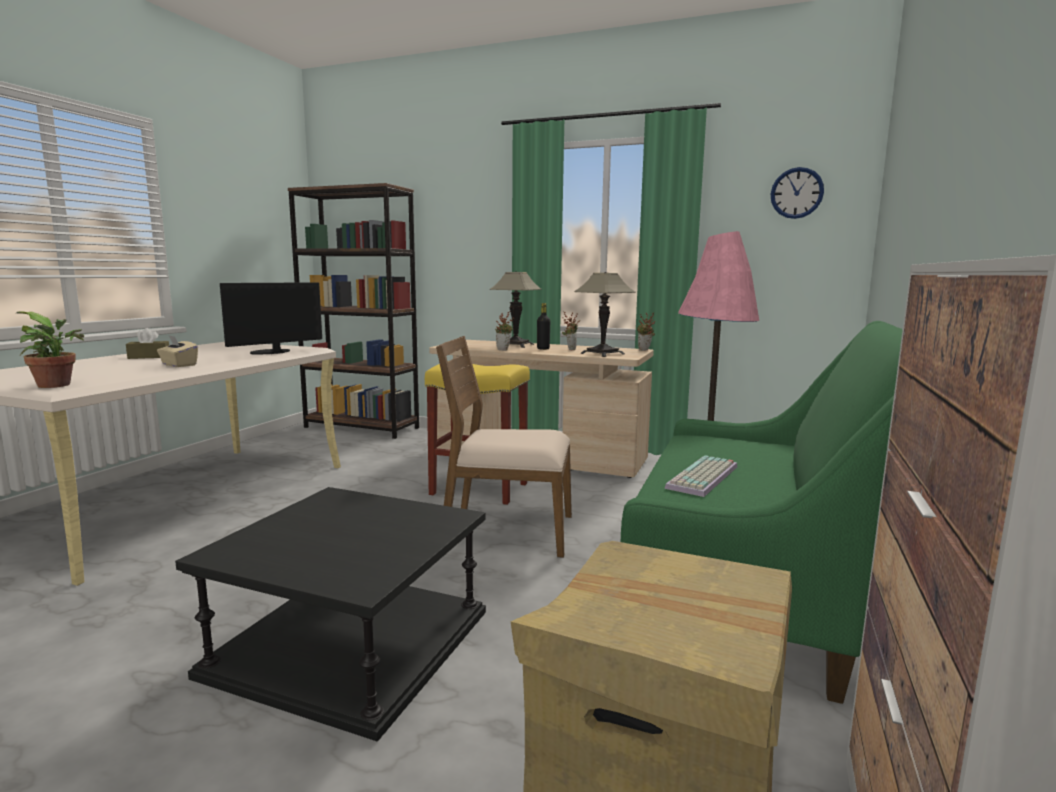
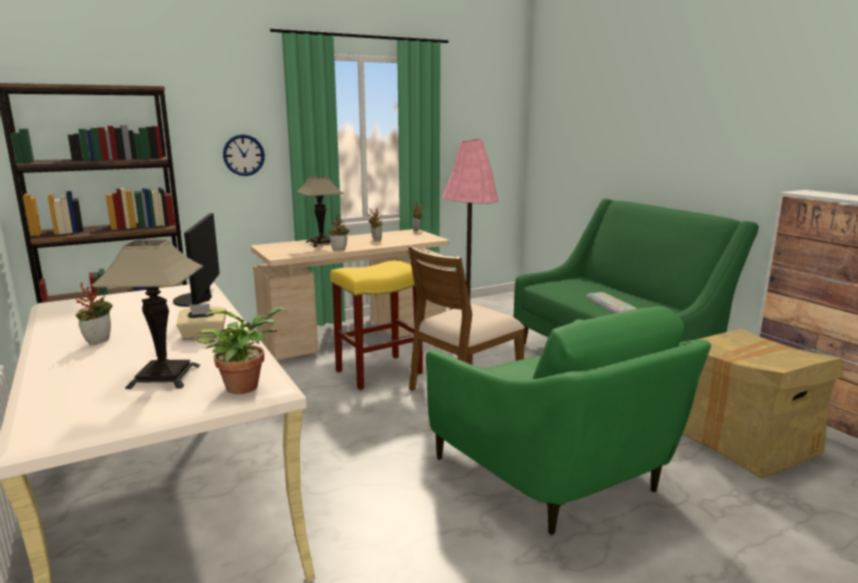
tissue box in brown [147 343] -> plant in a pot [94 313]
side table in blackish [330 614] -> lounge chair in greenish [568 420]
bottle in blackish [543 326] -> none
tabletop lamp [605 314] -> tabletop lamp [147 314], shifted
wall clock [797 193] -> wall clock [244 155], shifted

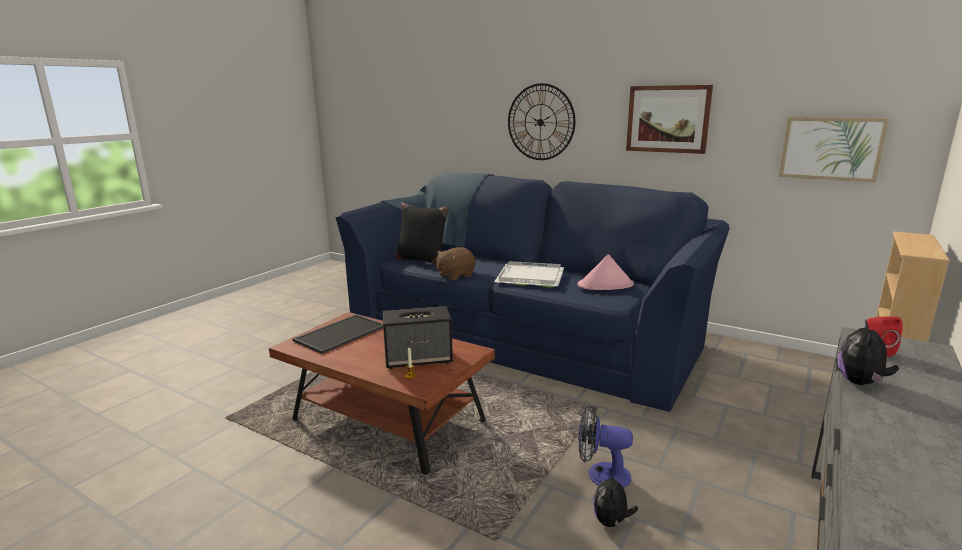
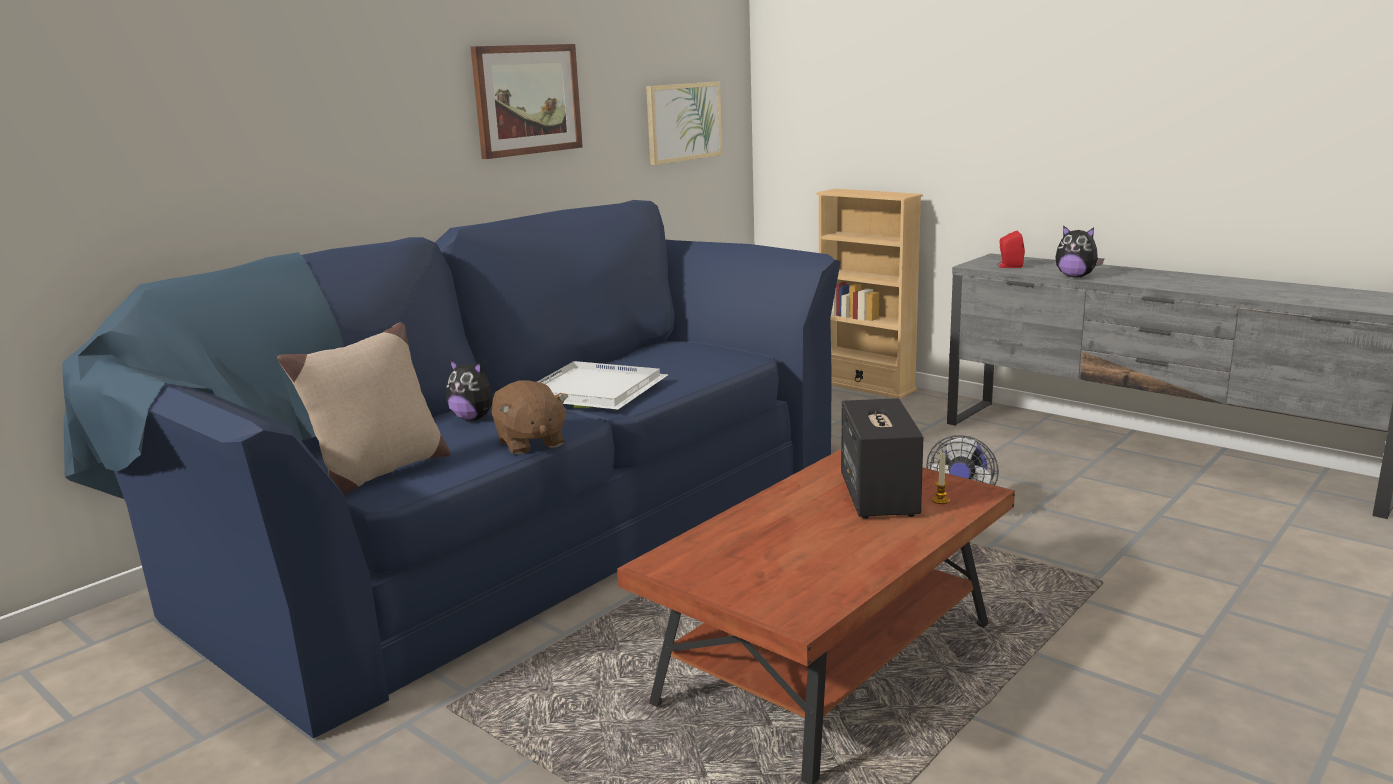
carrying tray [337 334] -> none
cushion in blackish [422 233] -> cushion in beige-coloured [364 408]
wall clock [541 121] -> none
wearable hat in pink-coloured [606 272] -> none
soft toy [615 500] -> soft toy [470 390], shifted

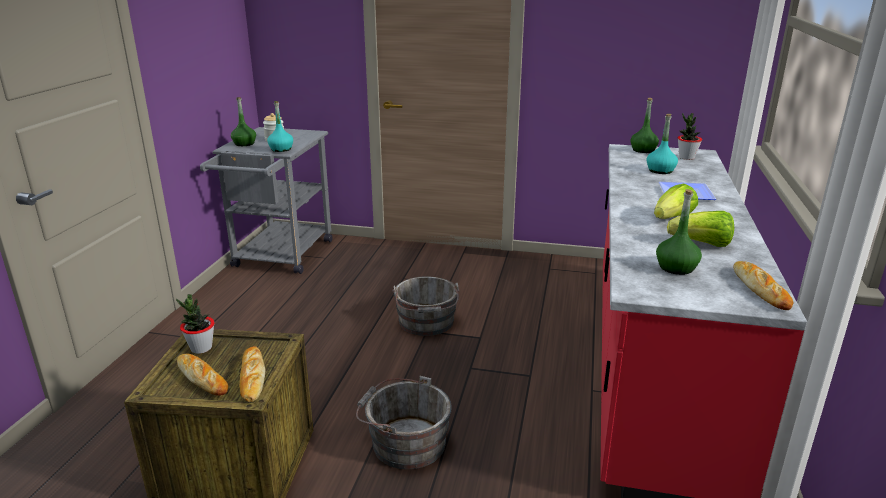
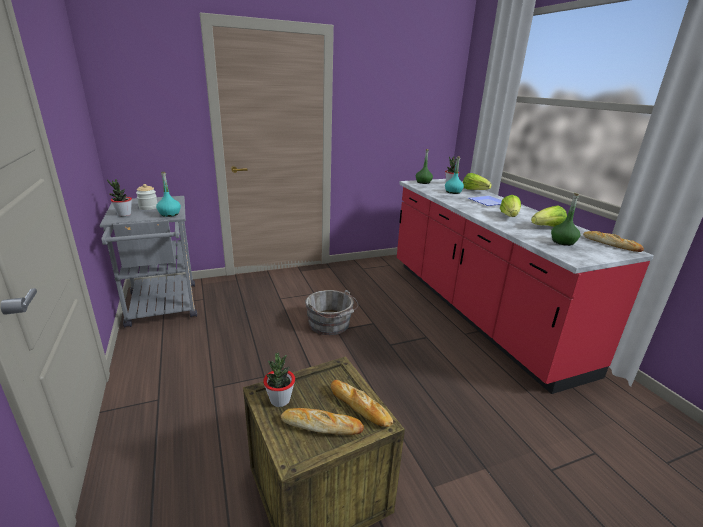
bottle in greenish [243 121] -> plant in a pot [119 197]
pail in gray [404 422] -> none
none -> head of lettuce [477 181]

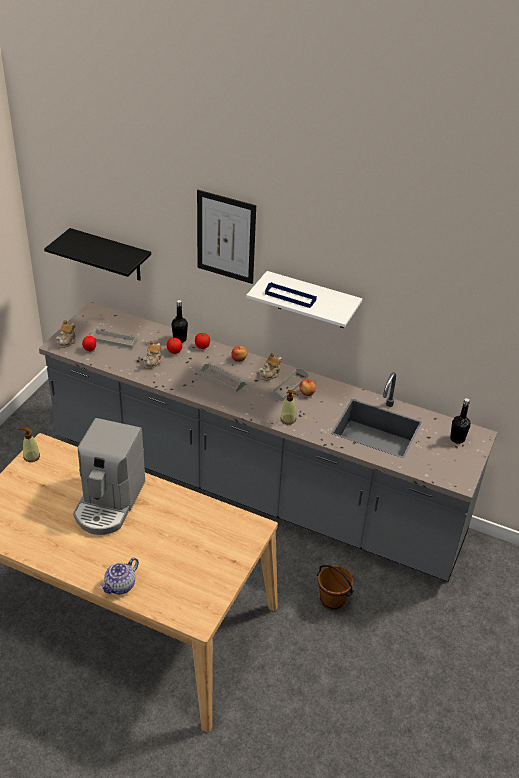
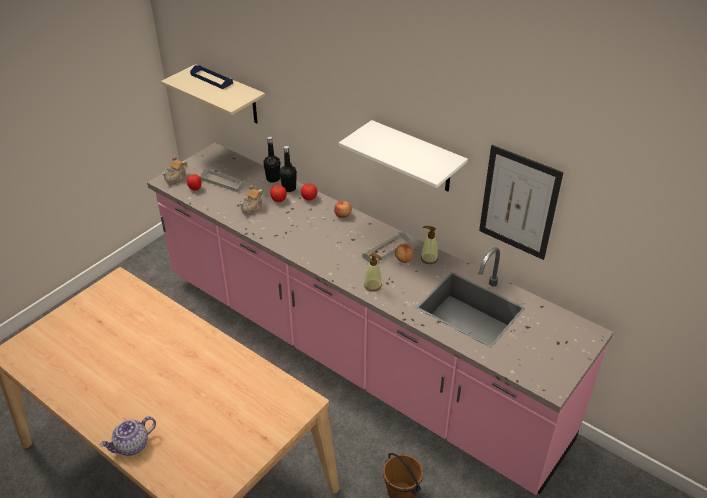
liquid soap bottle [29 444] -> liquid soap bottle [429 245], shifted
kitchen base unit in gray [268 441] -> kitchen base unit in pink-coloured [380 319]
bracket shelf in blackish [97 254] -> bracket shelf in beige-coloured [213 94]
coffee machine [109 476] -> none
wall art [226 237] -> wall art [521 202], shifted
carrying tray in gray [222 377] -> none
tea pot [271 367] -> none
carrying tray in blue-coloured [291 295] -> carrying tray in blue-coloured [211 77], shifted
bottle in blackish [460 421] -> bottle in blackish [271 160], shifted

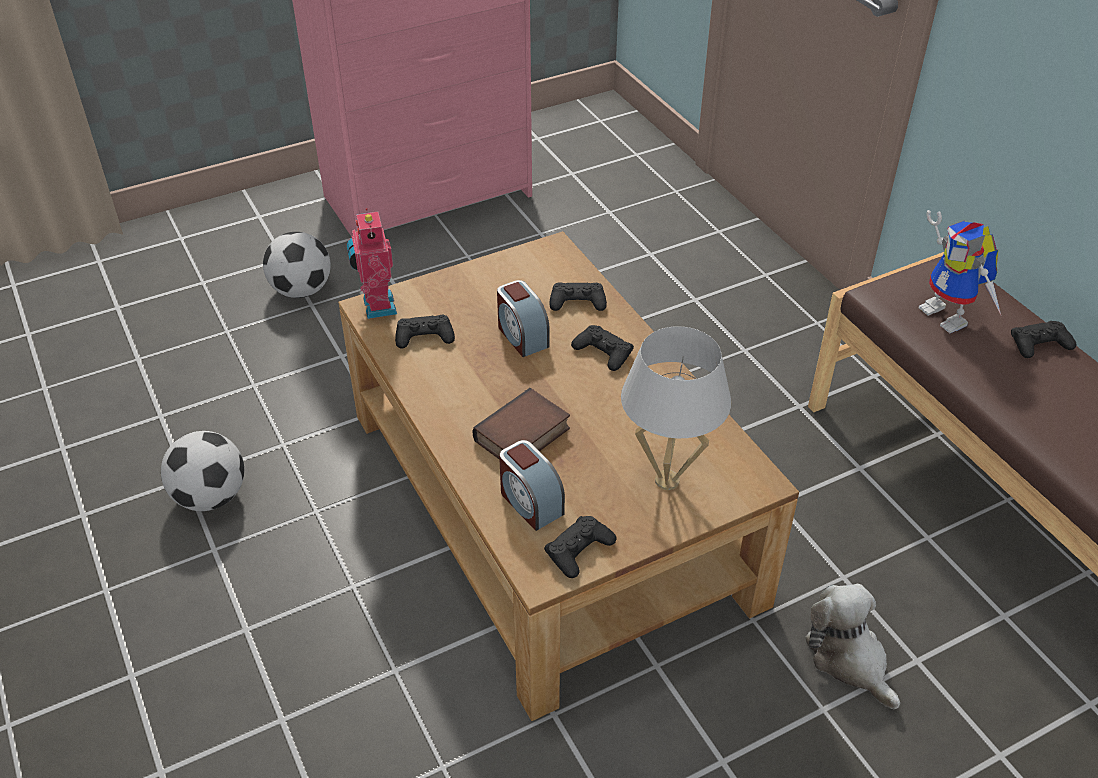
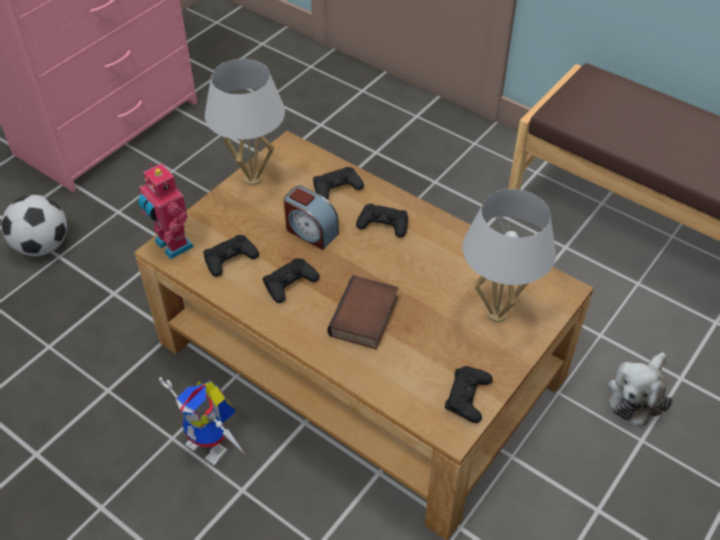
ball for football [202 471] -> none
alarm clock [532 485] -> none
soft toy [852 646] -> soft toy [640 389], 90 degrees counterclockwise
toy robot [960 271] -> toy robot [201 421], shifted
game controller in blackish [1044 339] -> game controller in blackish [291 280], shifted
none -> tabletop lamp in white [245 122]

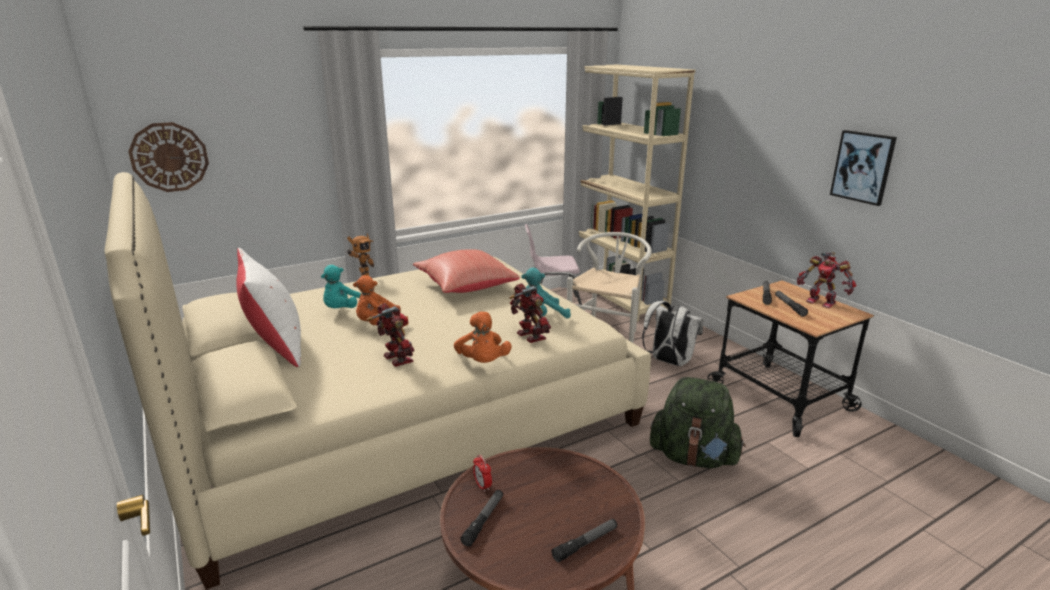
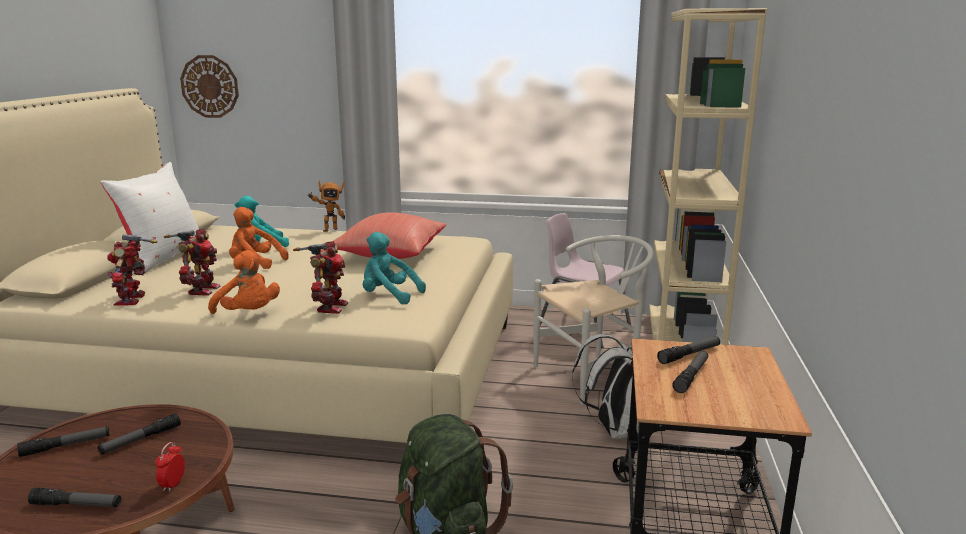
soft toy in orange-coloured [483 337] -> soft toy in orange-coloured [244 282], 75 degrees counterclockwise
alarm clock [482 473] -> alarm clock [170 467], shifted
toy robot [826 280] -> toy robot [132 270], shifted
wall art [863 168] -> none
none -> hand torch [139 434]

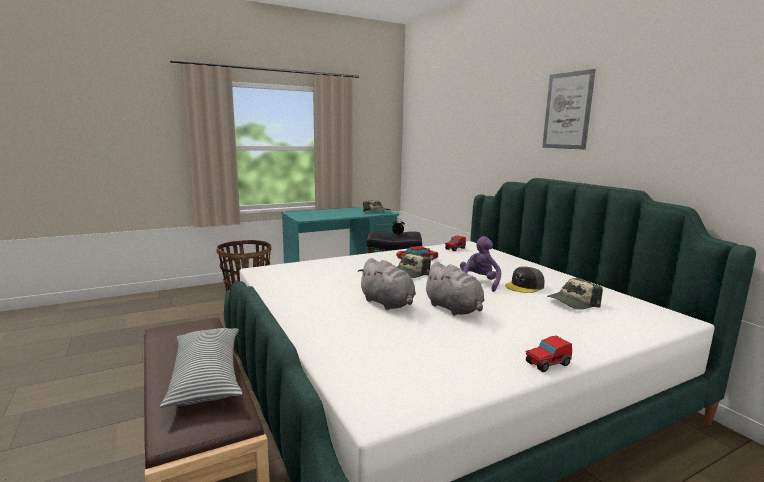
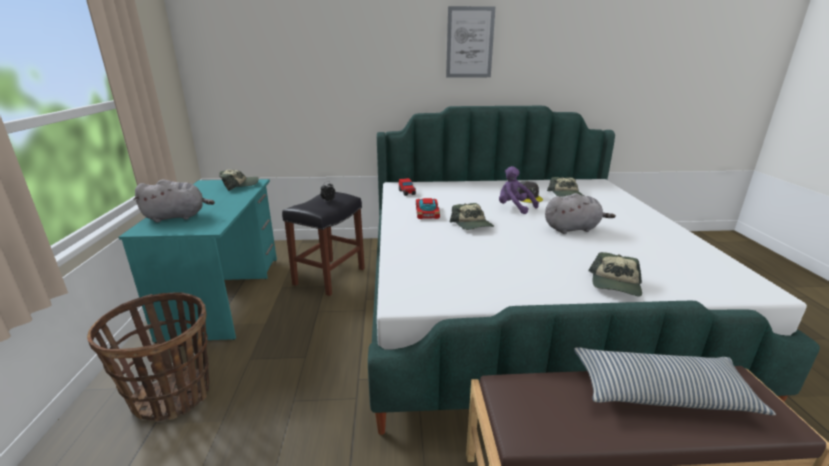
soft toy in gray [387 284] -> soft toy in gray [174 200], shifted
toy car [549 354] -> none
none -> cap [615 274]

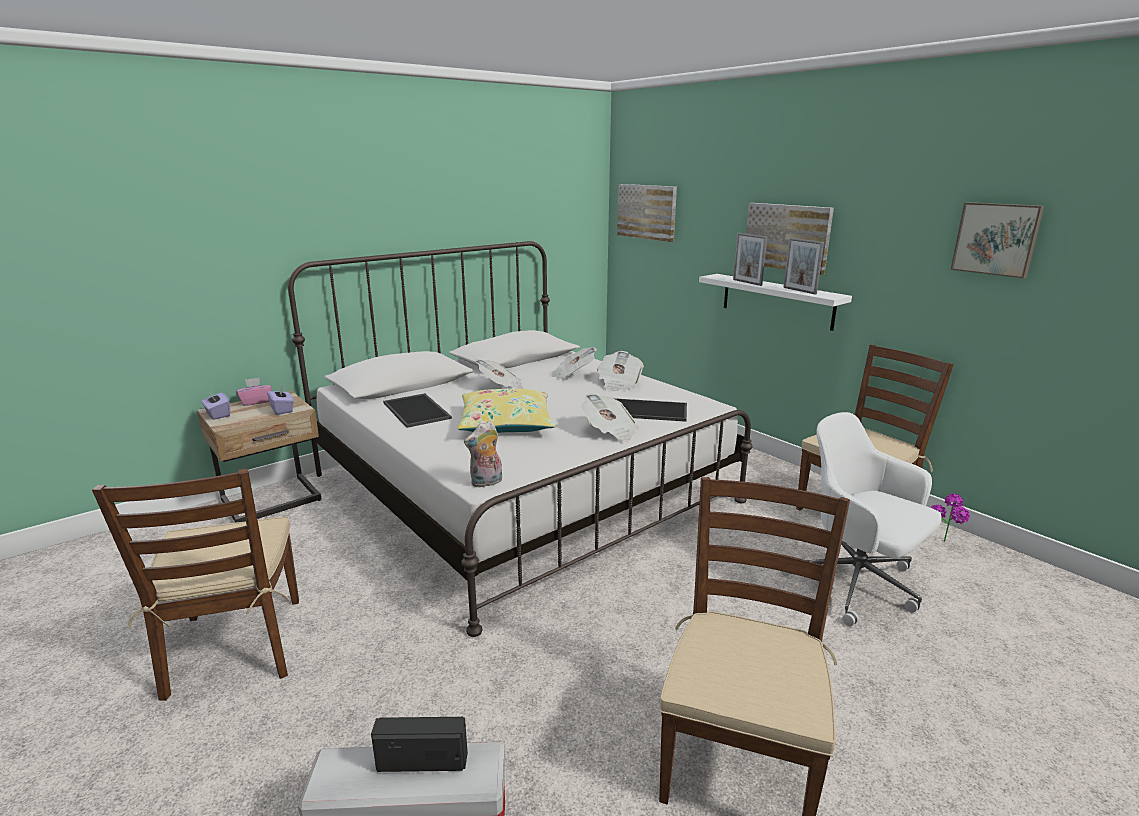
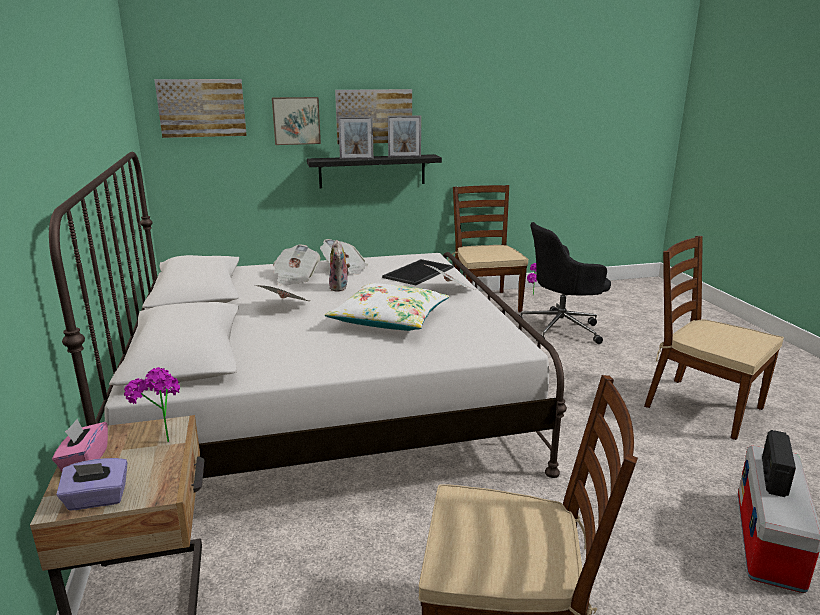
tissue box in purplish [280 400] -> plant in a pot [152 404]
carrying tray [417 410] -> none
cushion in yellow-coloured [506 411] -> cushion in white [387 307]
soft toy [483 454] -> soft toy [339 266], shifted
bracket shelf in white [775 302] -> bracket shelf in blackish [374 171]
desk chair in white [860 519] -> desk chair in blackish [563 283]
wall art [997 240] -> wall art [296 121], shifted

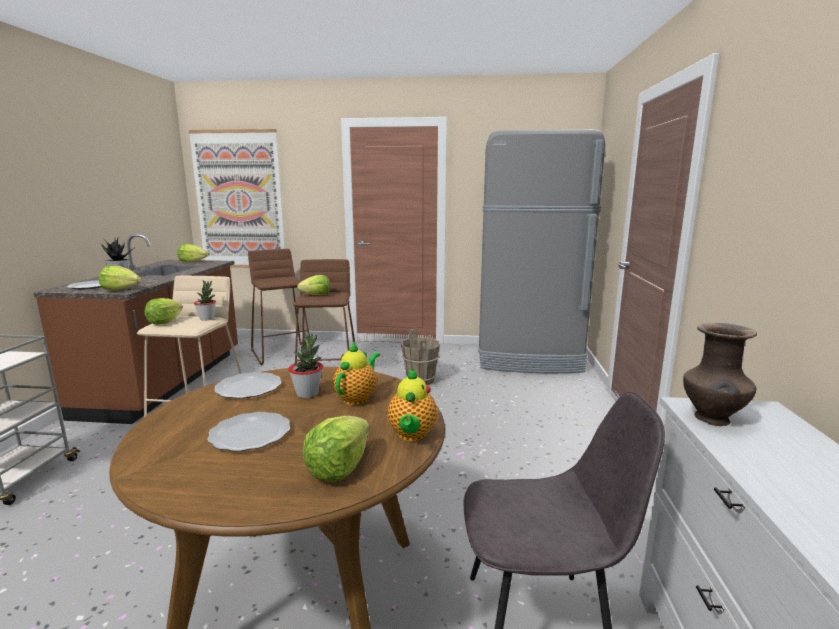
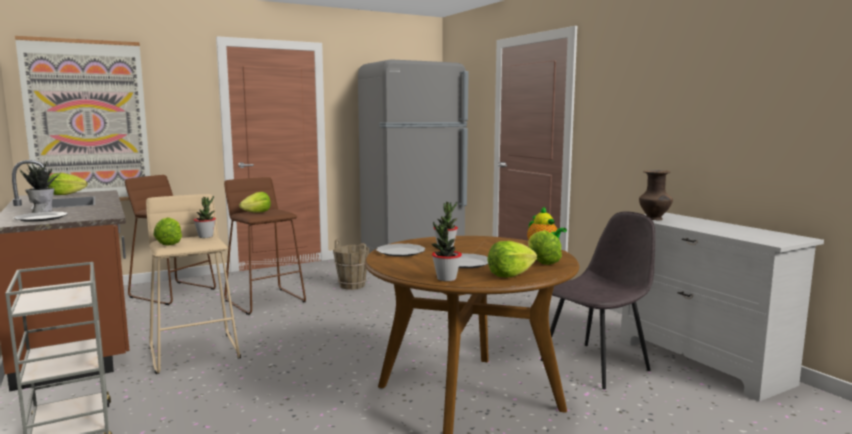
head of lettuce [120 278] -> head of lettuce [512 259], shifted
tea pot [356 373] -> none
none -> plant in a pot [446 251]

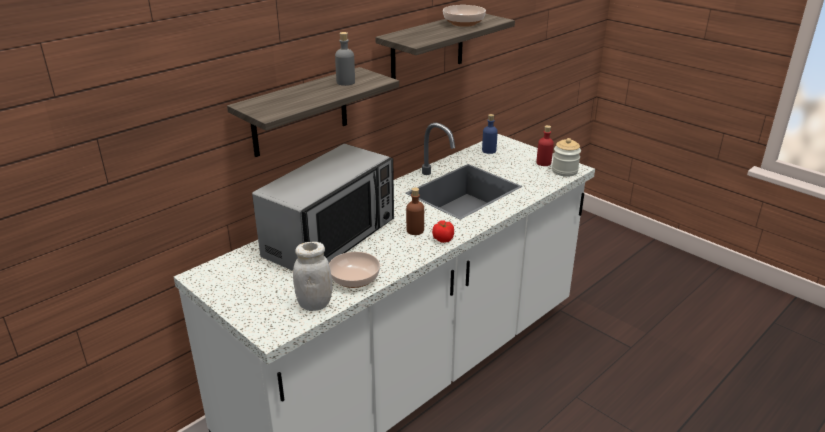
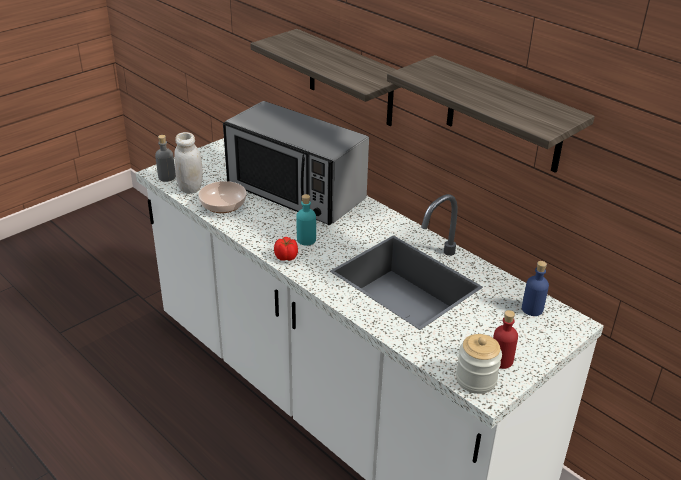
bottle in gray [345 59] -> bottle in gray [165 158], shifted
bottle in brown [415 211] -> bottle in turquoise [306 219]
deep dish [464 16] -> none

